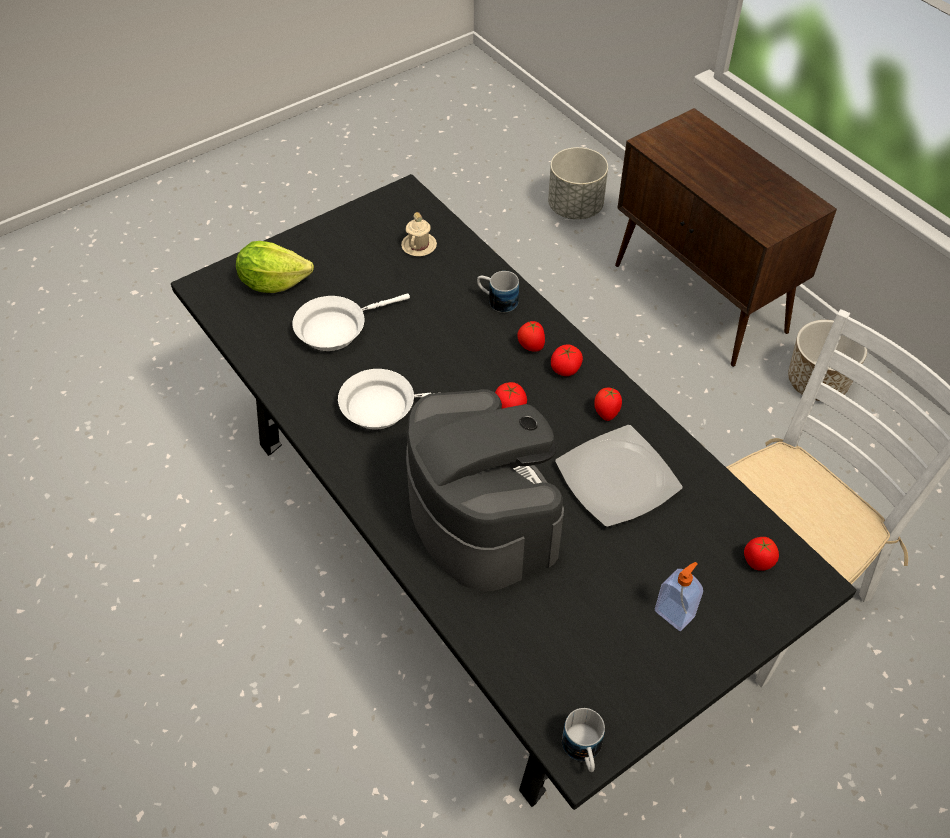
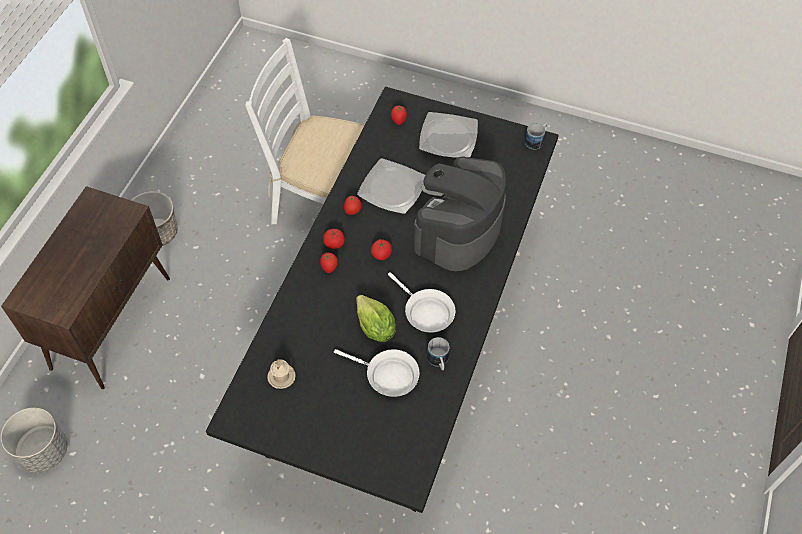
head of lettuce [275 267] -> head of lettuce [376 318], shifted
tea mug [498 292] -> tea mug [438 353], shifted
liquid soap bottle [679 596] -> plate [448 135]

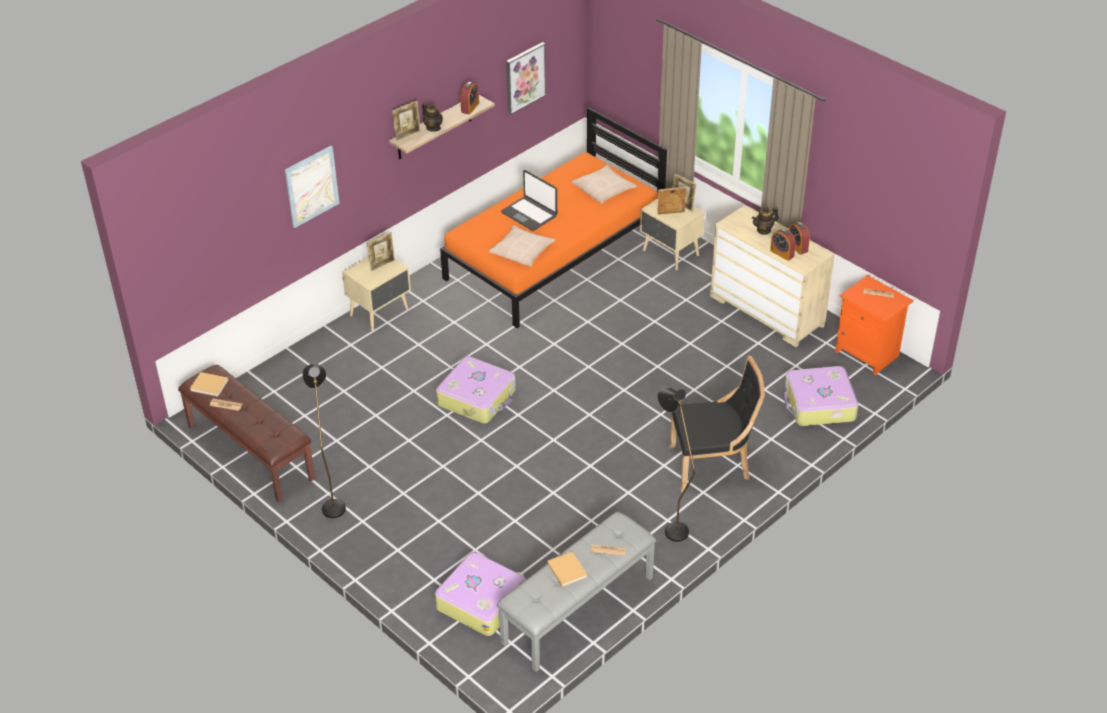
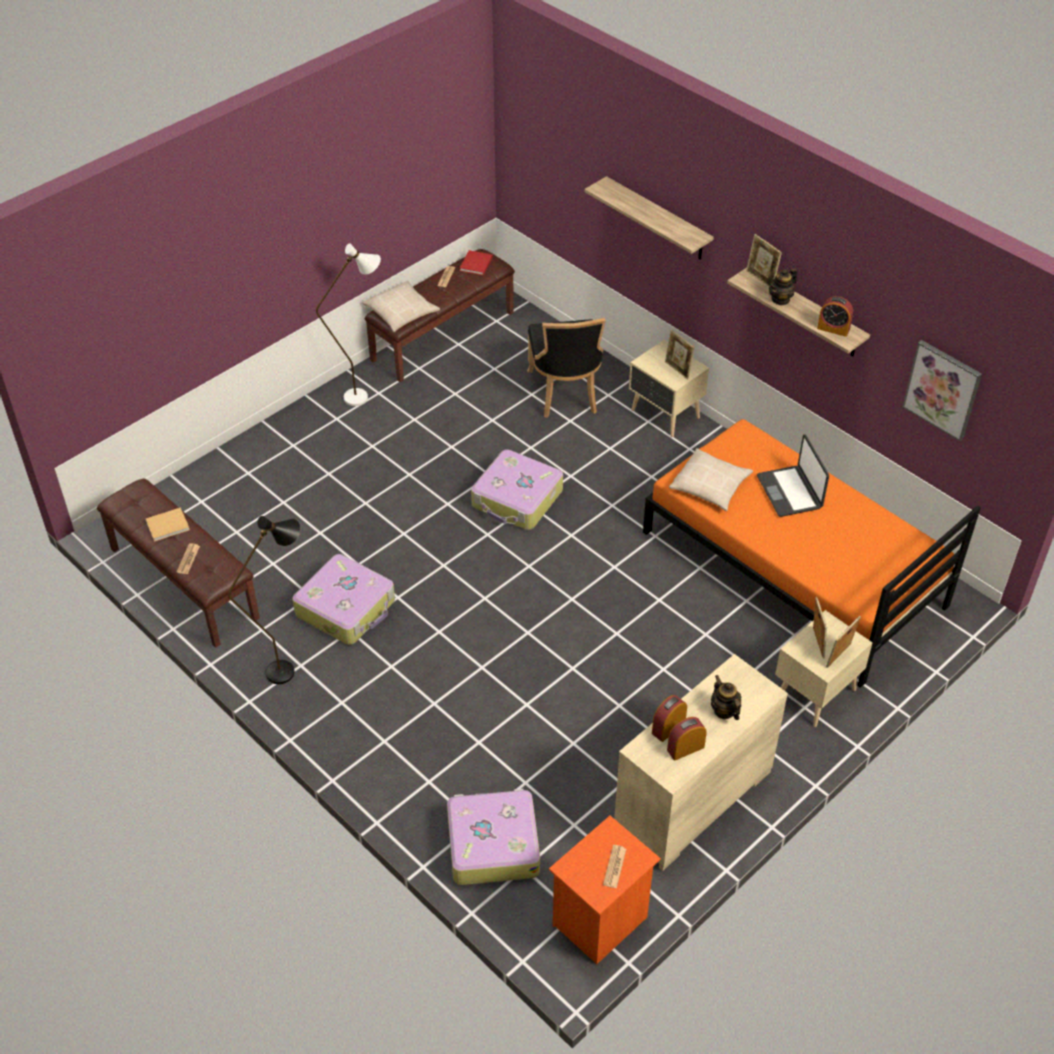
volume in beige-coloured [209 384] -> volume in reddish [476 262]
wall art [312 187] -> bracket shelf [649 218]
standard lamp in blackish [324 441] -> standard lamp in white [348 324]
suitcase [480 594] -> suitcase [343 599], shifted
bench in gray [576 592] -> bench in brown [178 563]
notebook computer [529 200] -> notebook computer [793 475], 60 degrees counterclockwise
cushion in beige-coloured [604 184] -> cushion in beige-coloured [401 306], shifted
upright chair in blackish [717 424] -> upright chair in blackish [566 368], shifted

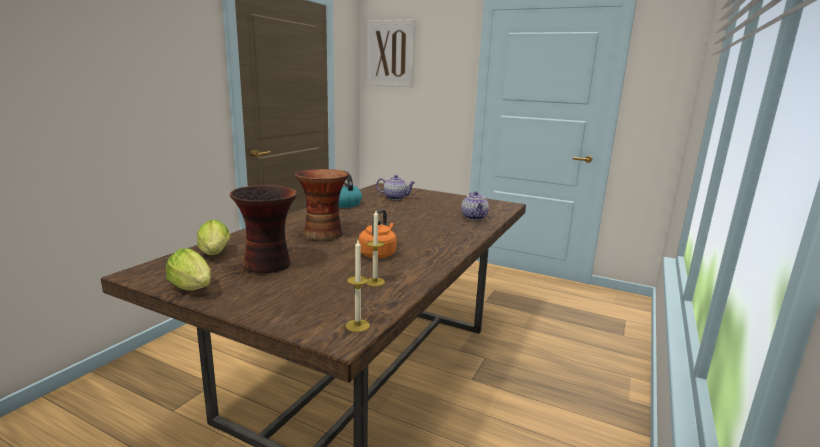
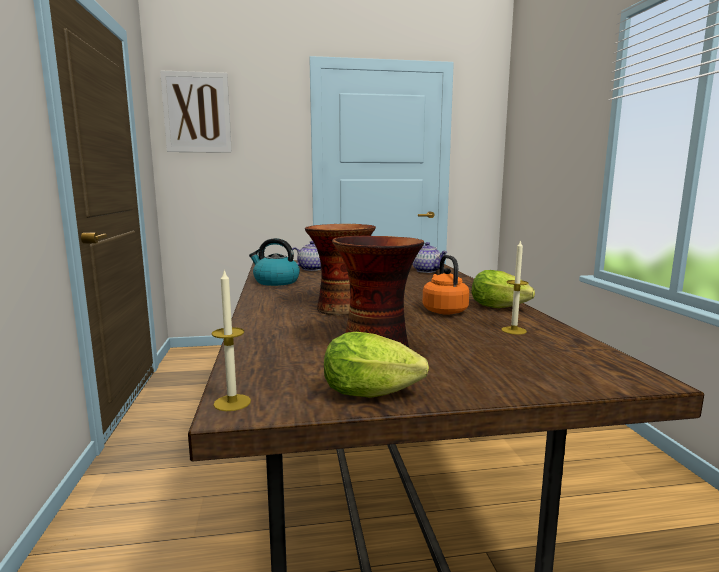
head of lettuce [213 237] -> head of lettuce [503 289], shifted
wax candle [357 286] -> wax candle [231 340], shifted

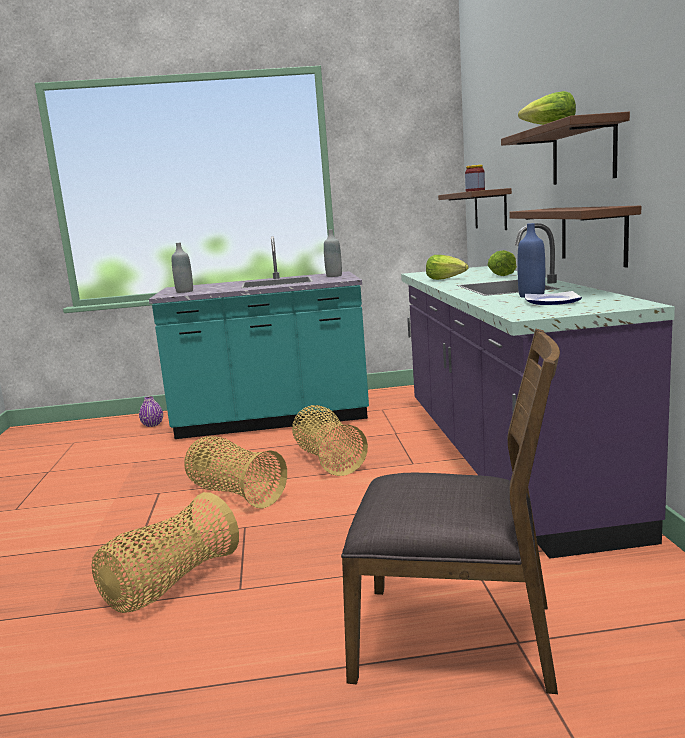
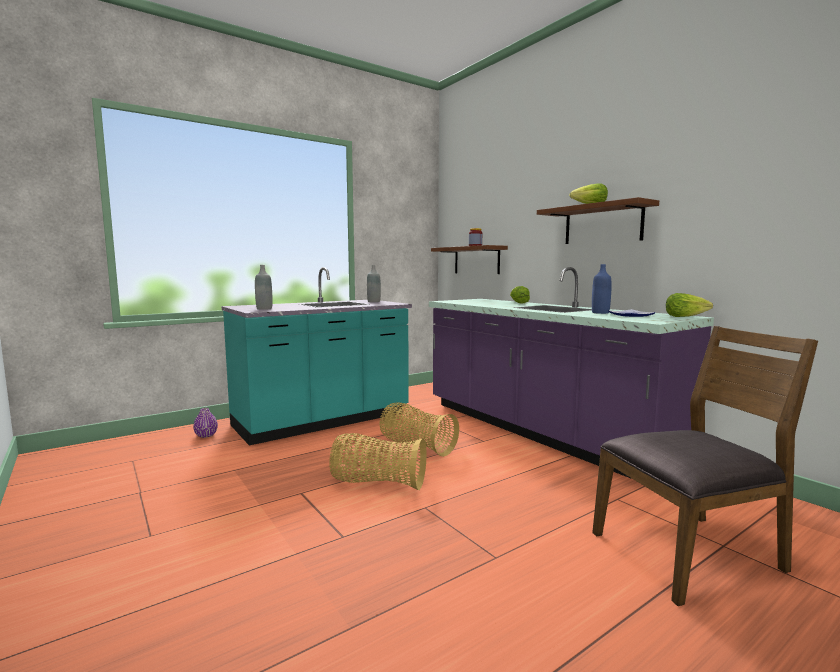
household basket [165 552] -> none
head of lettuce [447 267] -> head of lettuce [689 305], shifted
bracket shelf in brown [575 237] -> none

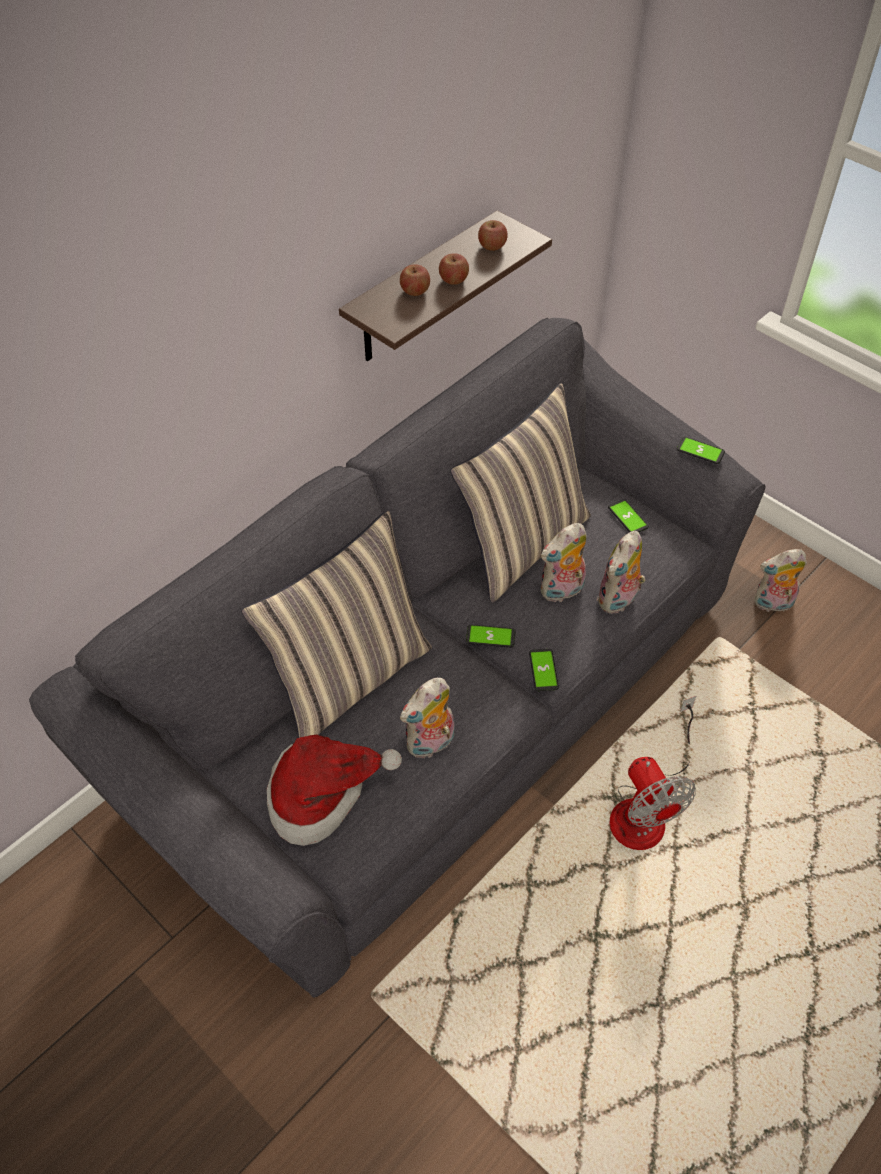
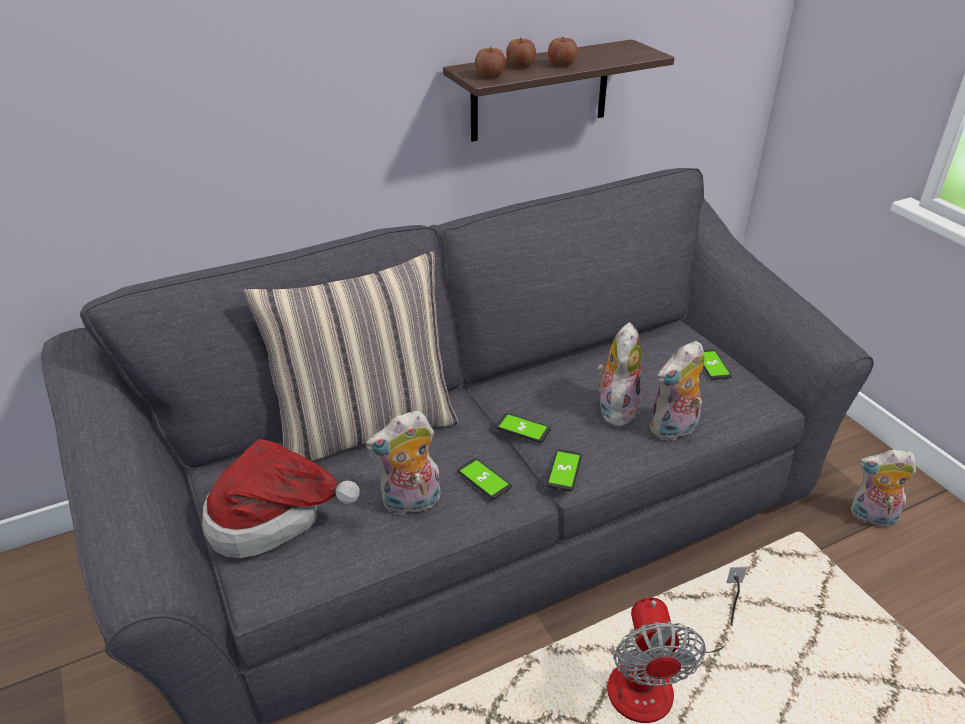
cushion [520 493] -> none
whole apple [493 235] -> whole apple [490 63], shifted
soft toy [564 562] -> soft toy [619 375], 120 degrees clockwise
phone [701 450] -> phone [484 478], shifted

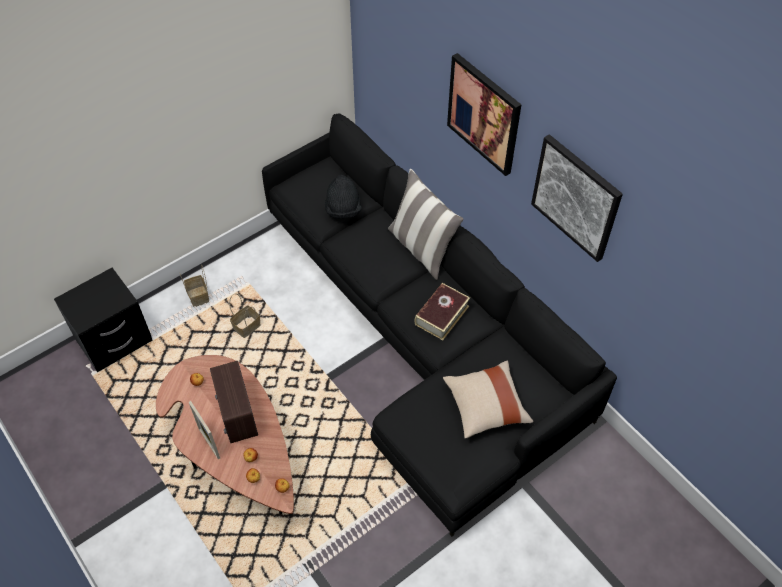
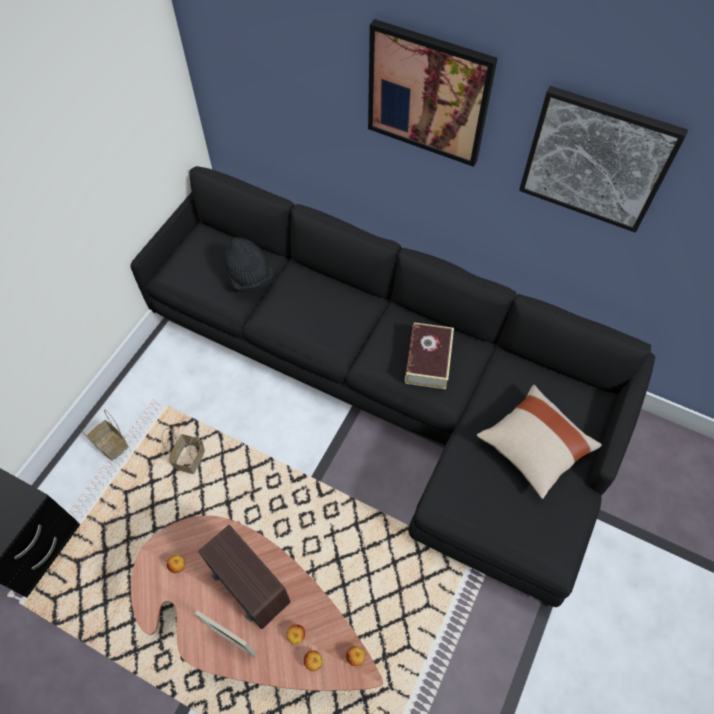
cushion [425 224] -> none

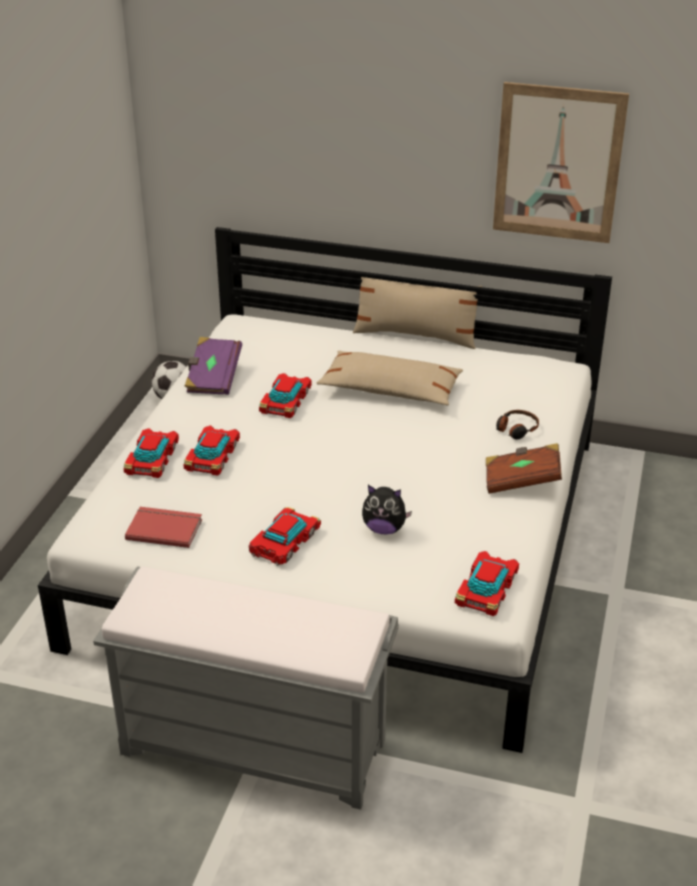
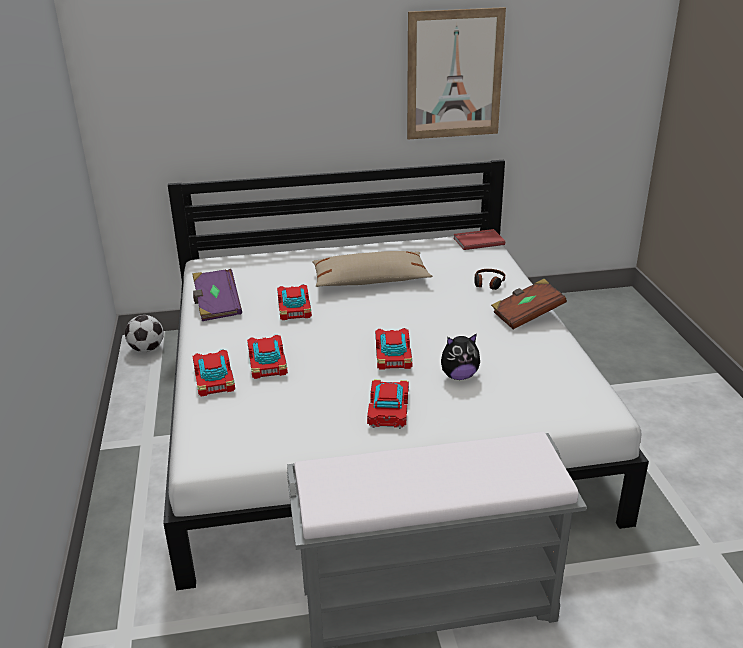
volume in reddish [163 527] -> volume in reddish [479 239], shifted
cushion in beige-coloured [417 313] -> none
toy car [487 583] -> toy car [393 349], shifted

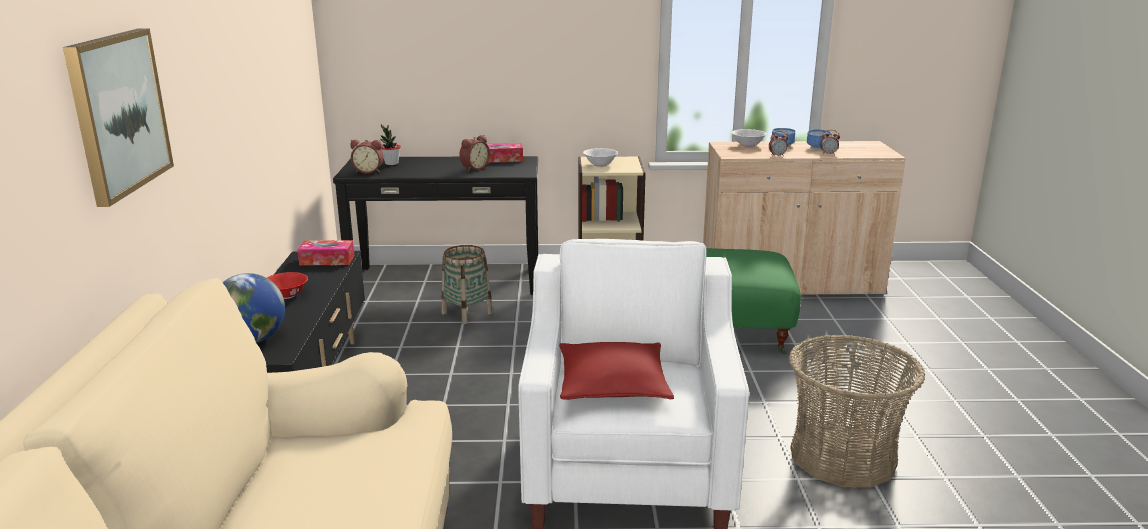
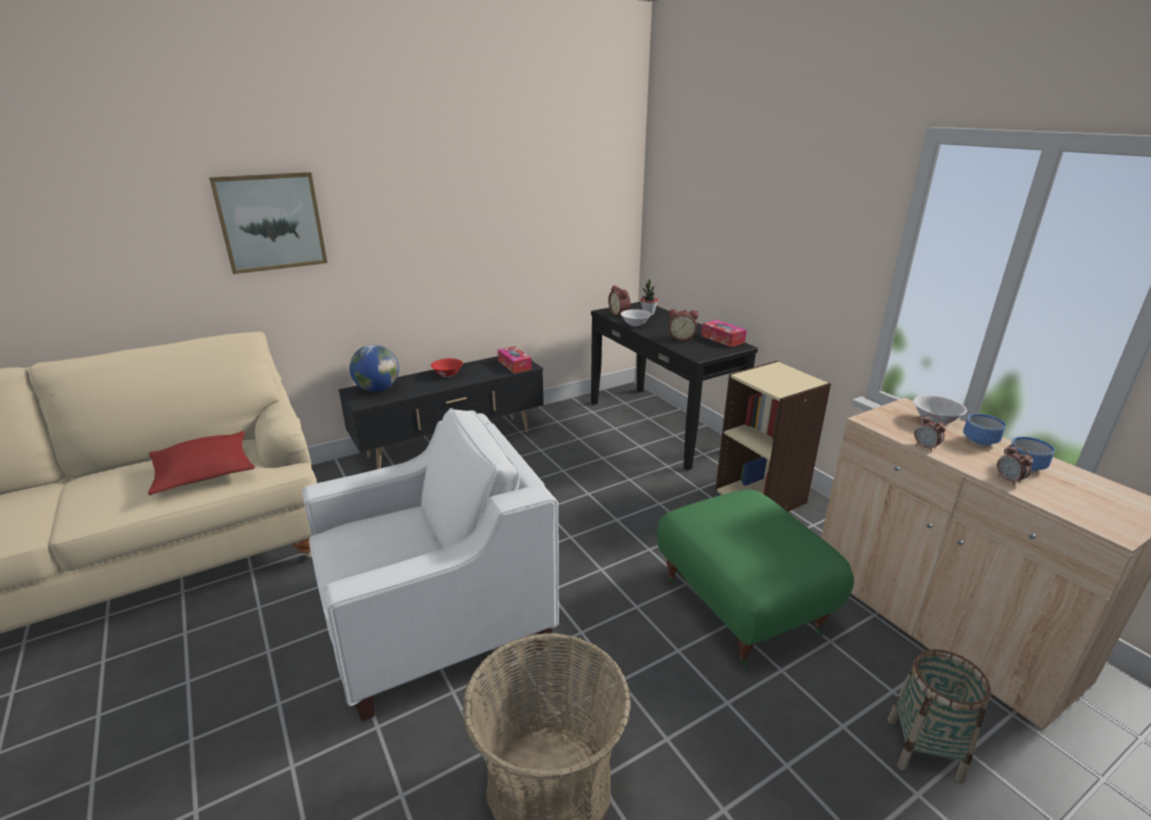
household basket [467 284] -> household basket [939 716], shifted
cushion in reddish [616 371] -> cushion in reddish [201 463], shifted
deep dish in white [600 157] -> deep dish in white [635 318], shifted

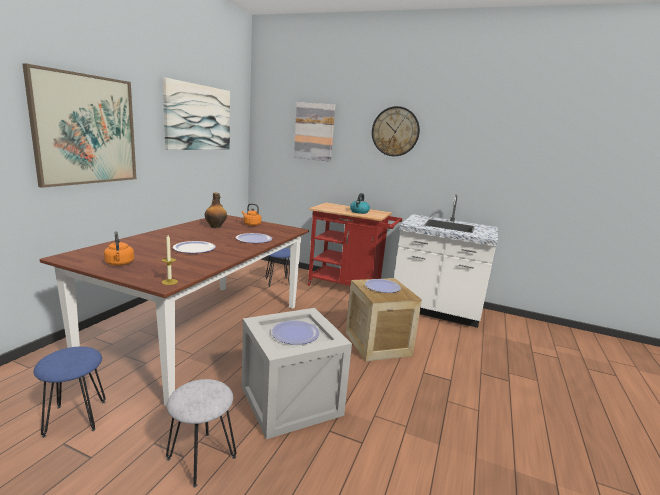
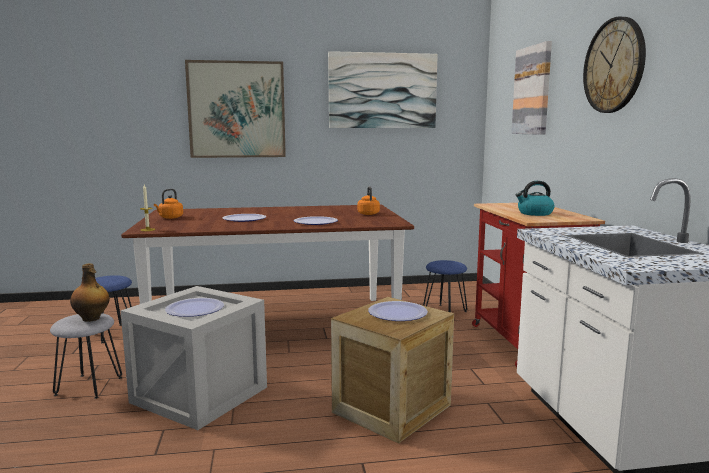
bottle [216 210] -> bottle [90 292], shifted

